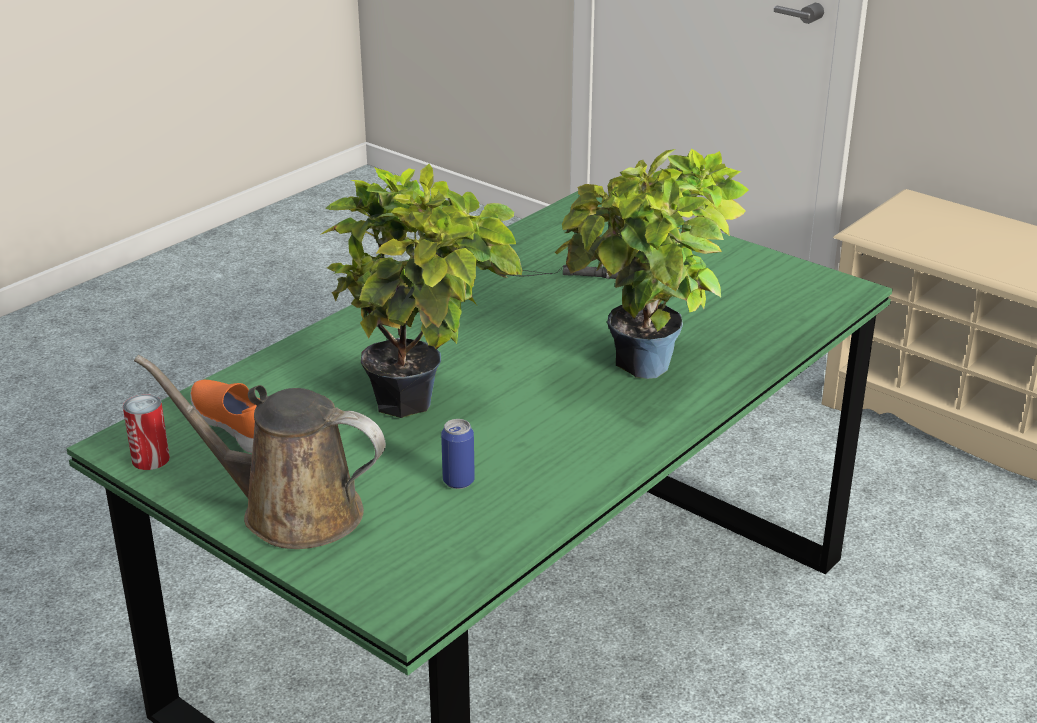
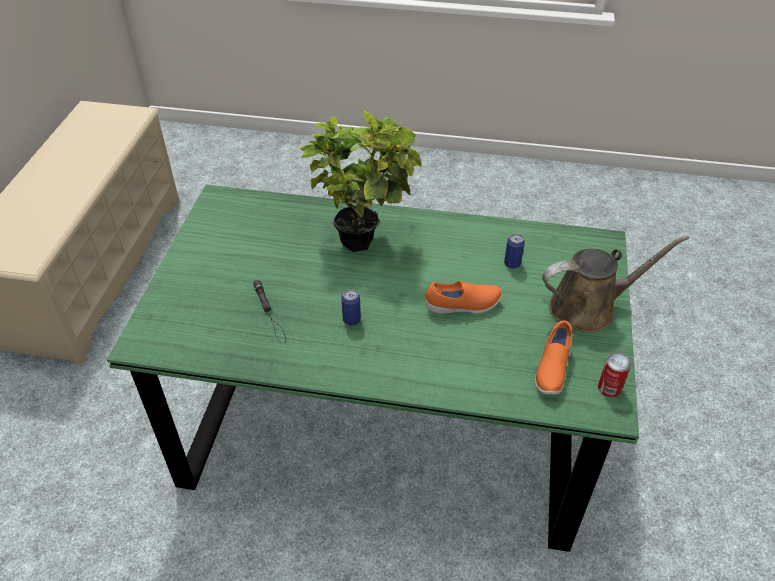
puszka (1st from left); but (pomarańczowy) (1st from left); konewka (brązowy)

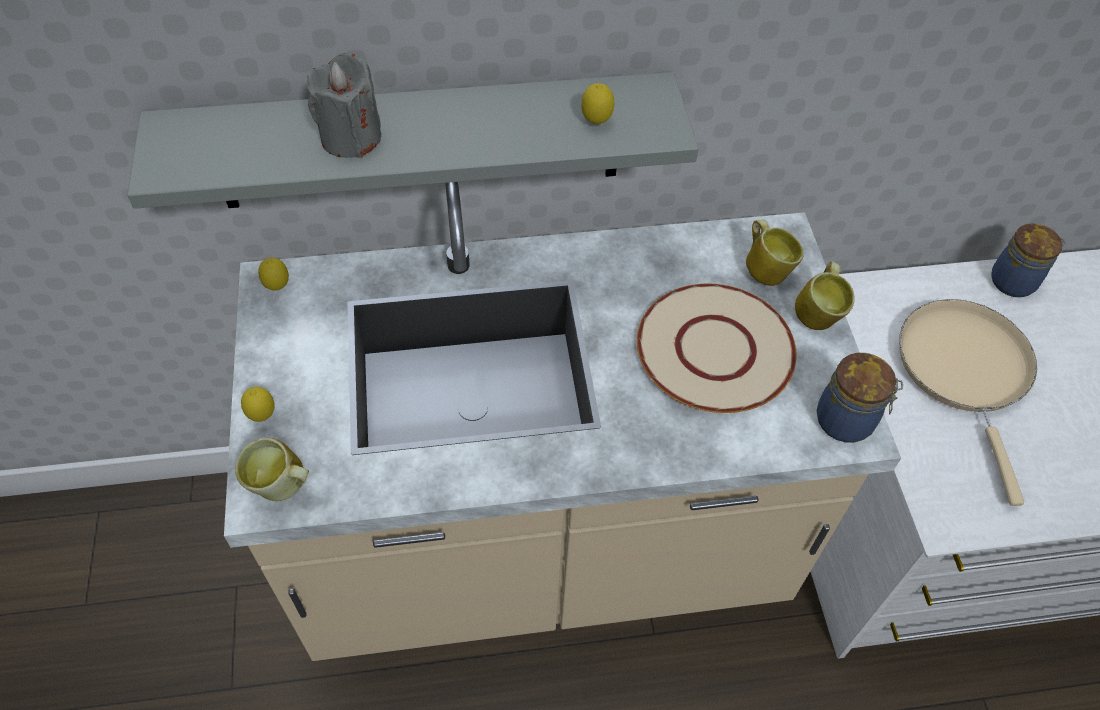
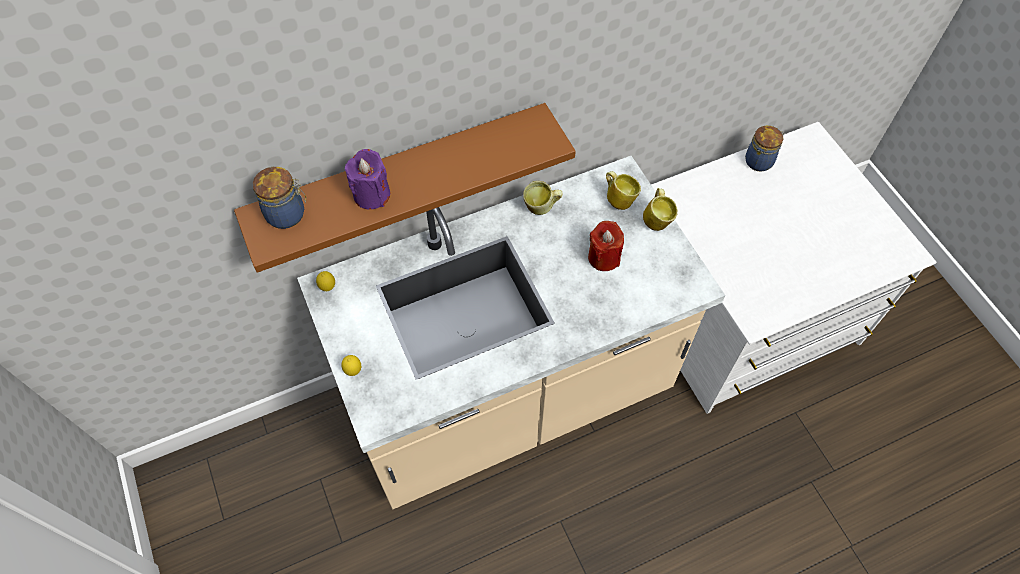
półka (brązowy); słoik (1st from left); świeca (fioletowy); kubek (1st from left); świeca (czerwony); cytryna (3rd from left in the first image); patelnia (beżowy)

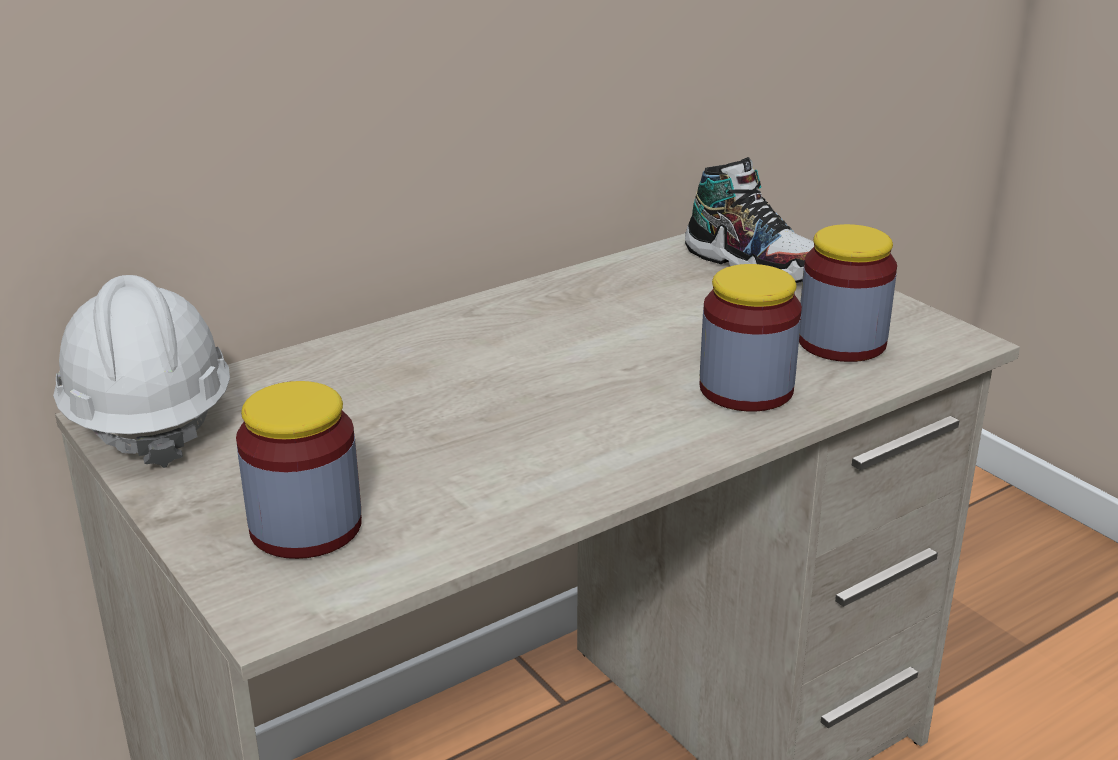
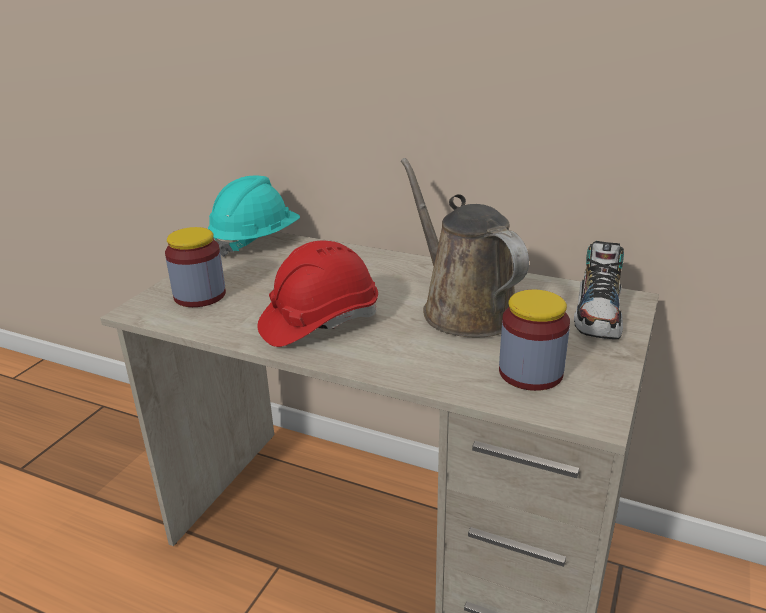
kask (turkusowy); kask (czerwony); konewka (brązowy); słoik (2nd from left in the first image)

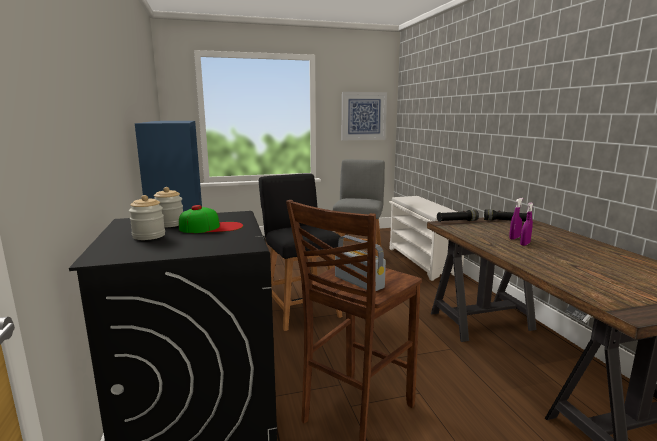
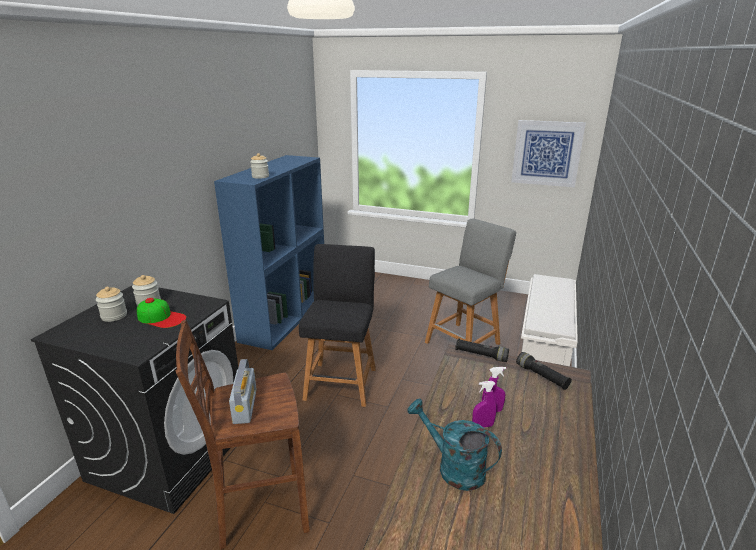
słoik (3rd from left); konewka (turkusowy)

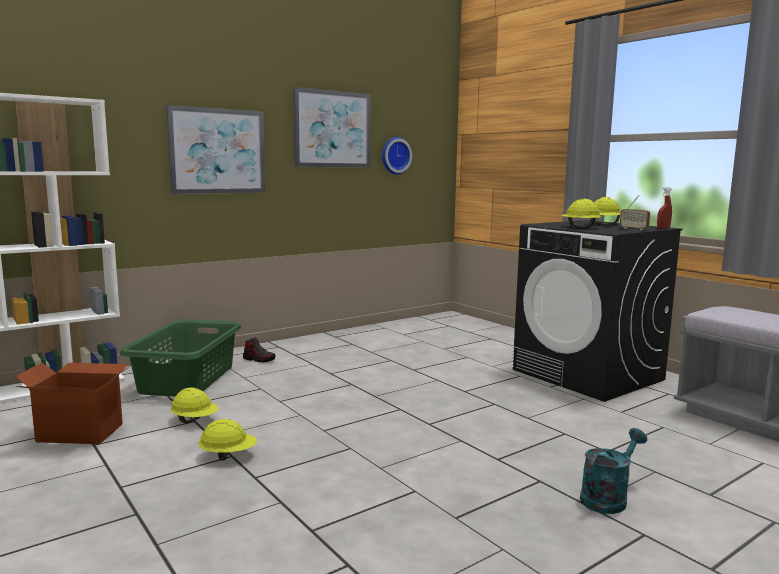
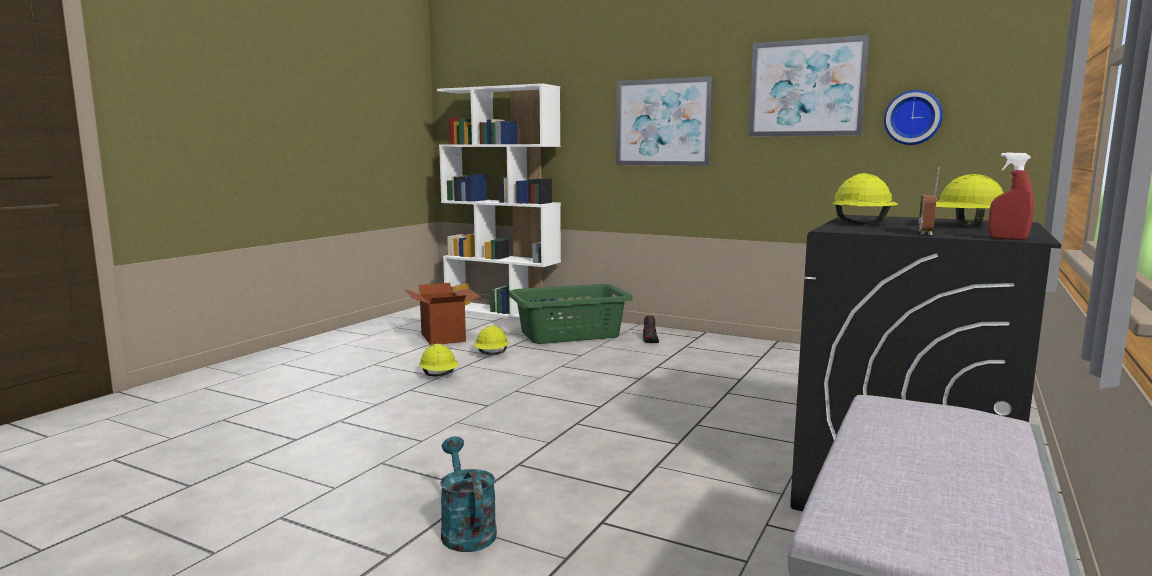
konewka (turkusowy)

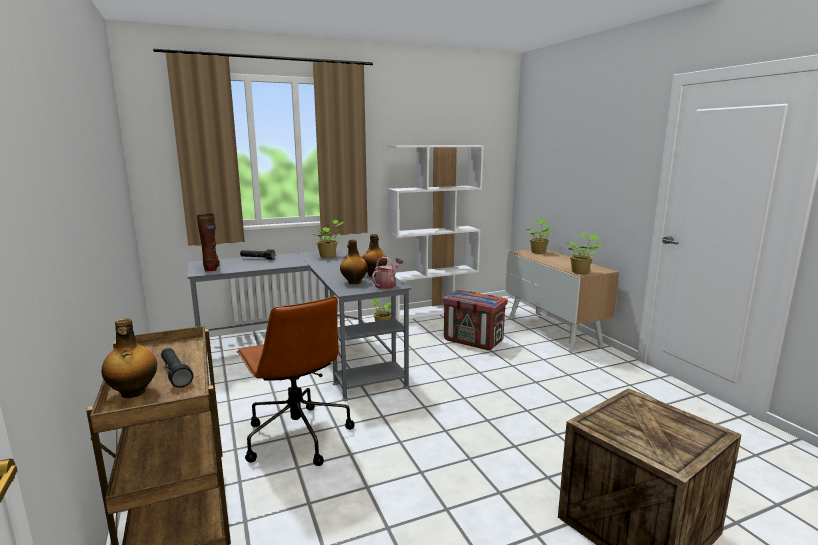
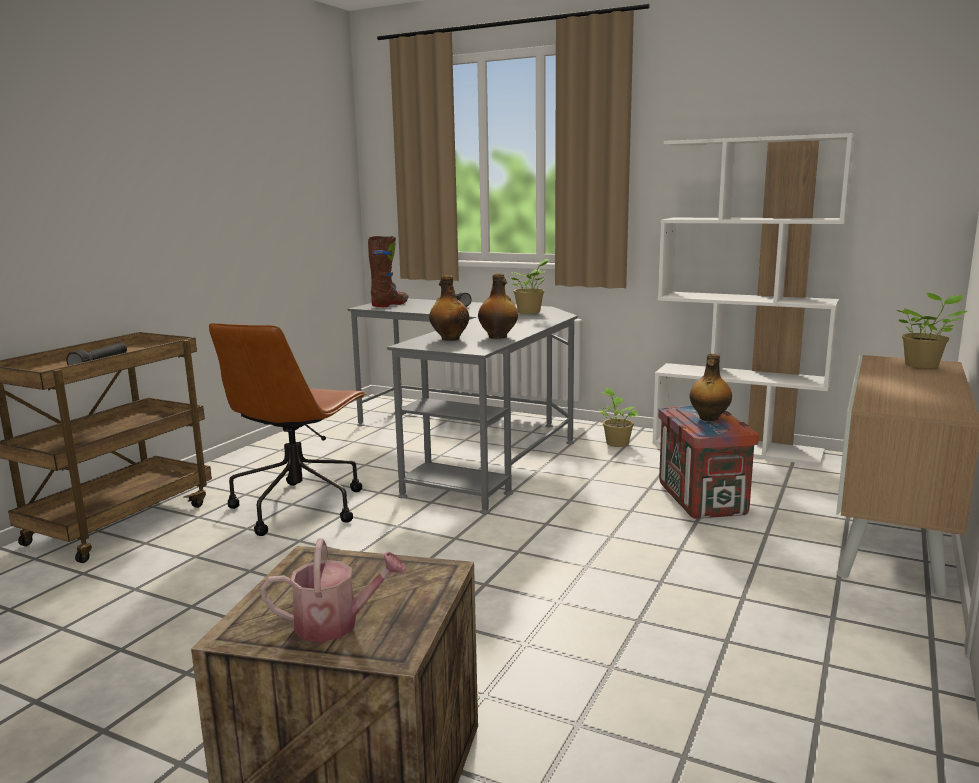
konewka; butelka (3rd from left); roślina doniczkowa (4th from left in the first image)

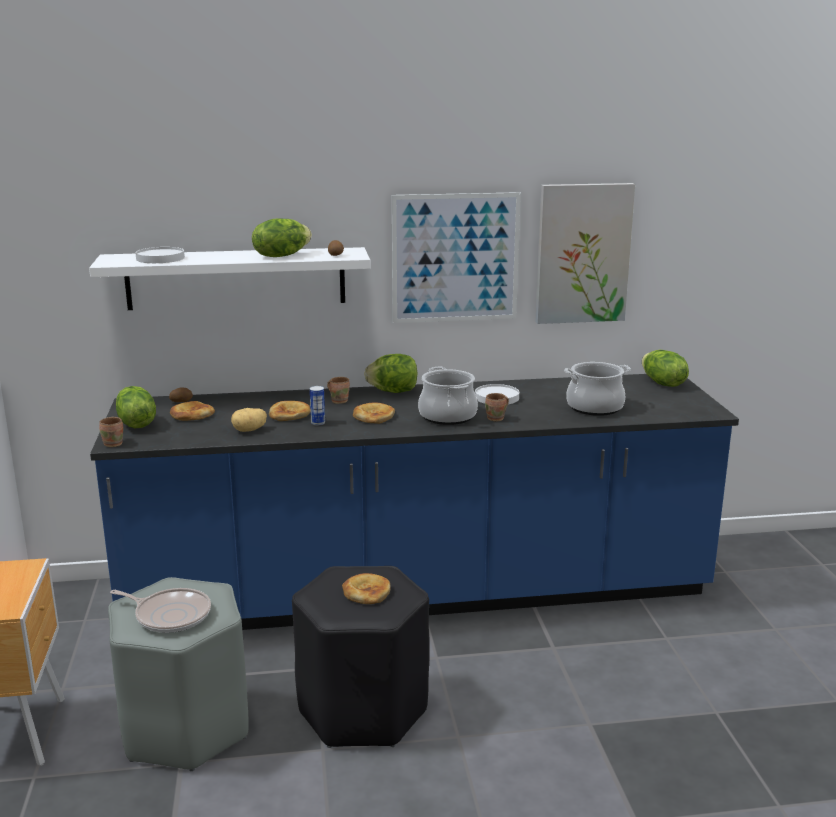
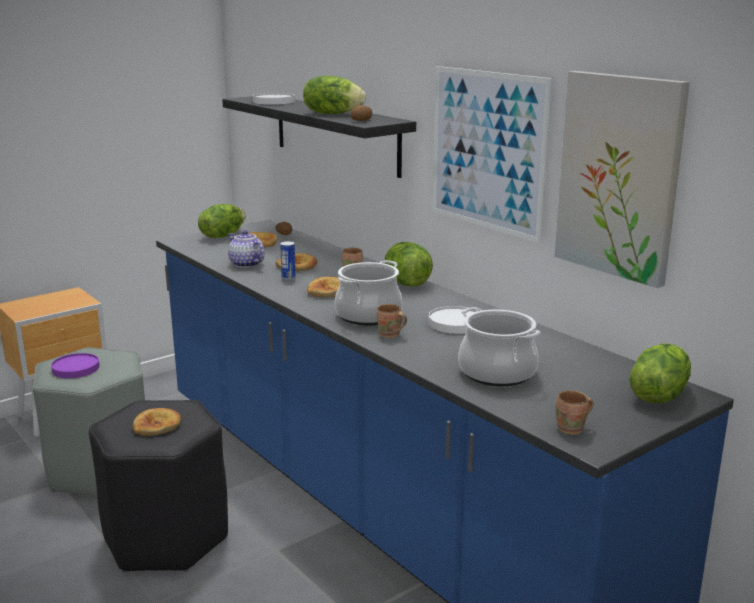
talerz (fioletowy); półka (czarny); imbryk; kubek (brązowy) (3rd from left)

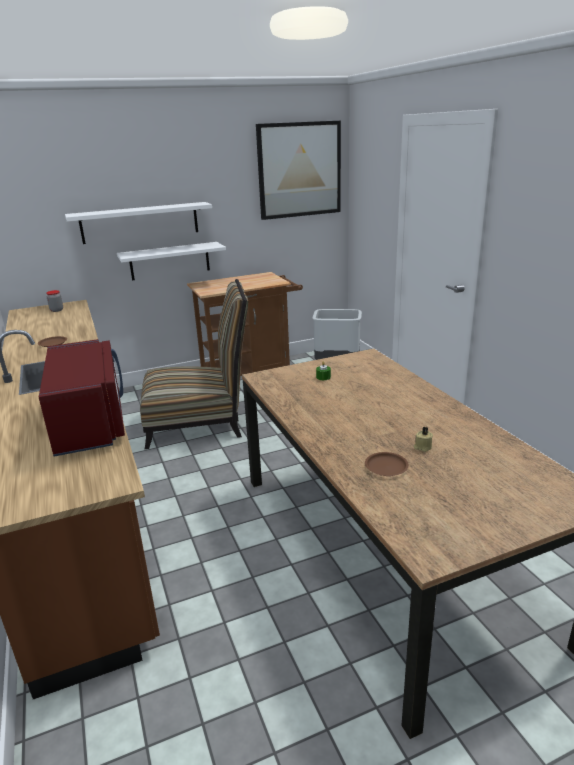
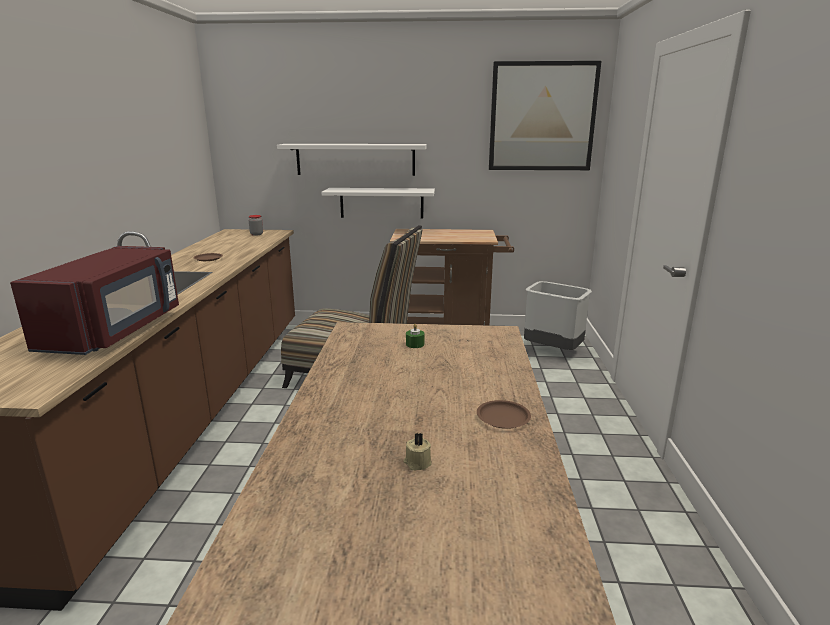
talerz (brązowy) (2nd from left)

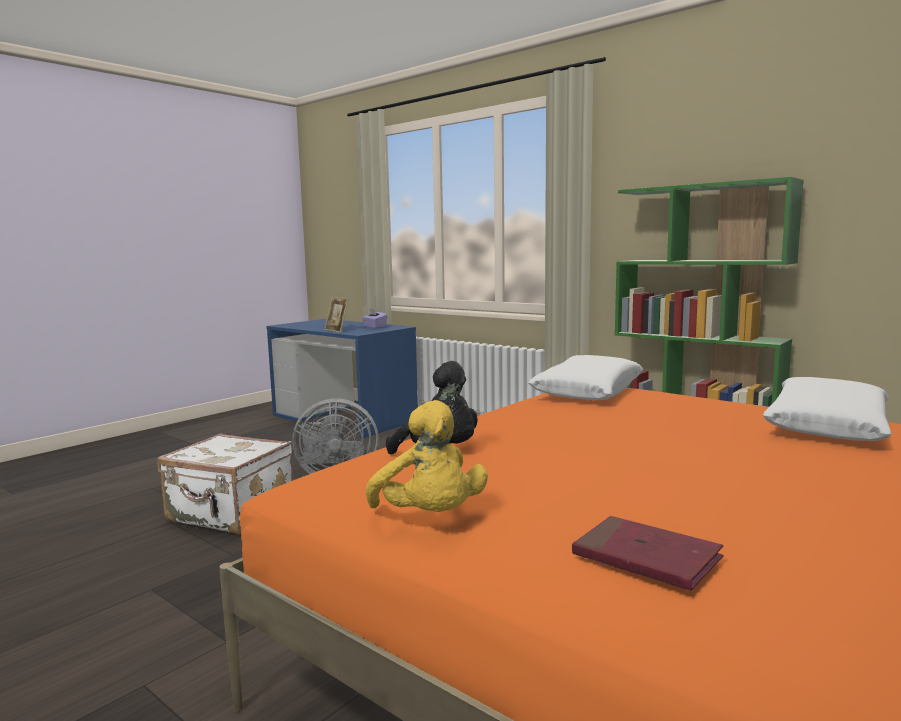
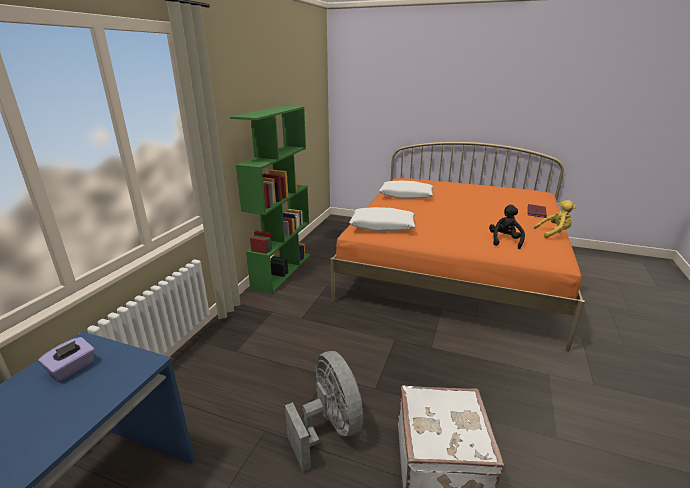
pluszak (żółty); ramka na zdjęcie

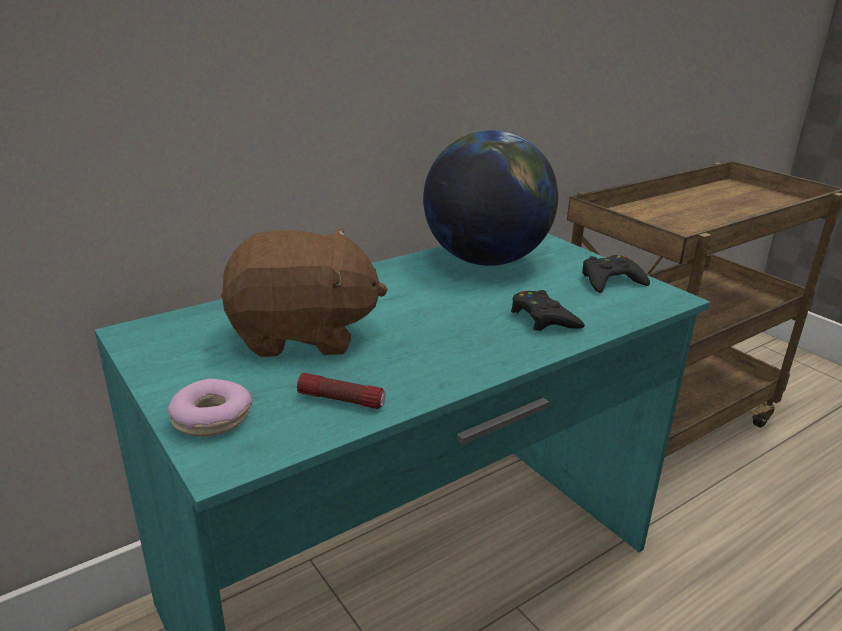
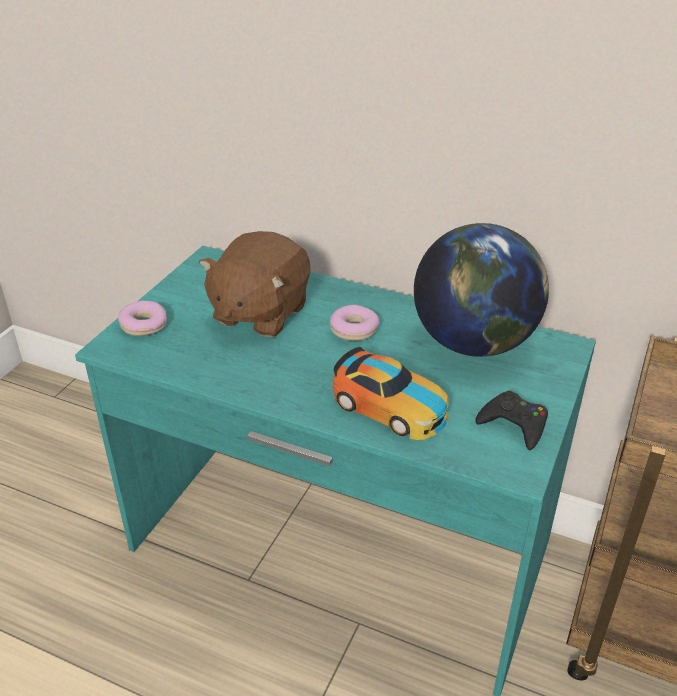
pluszak (brązowy); donut (2nd from left); samochodzik; latarka

